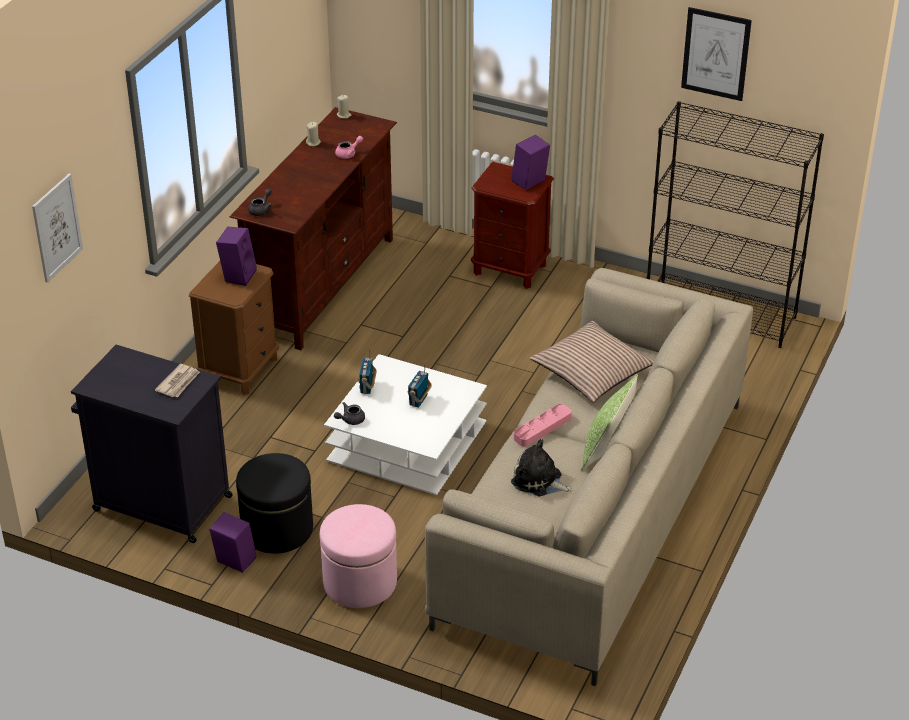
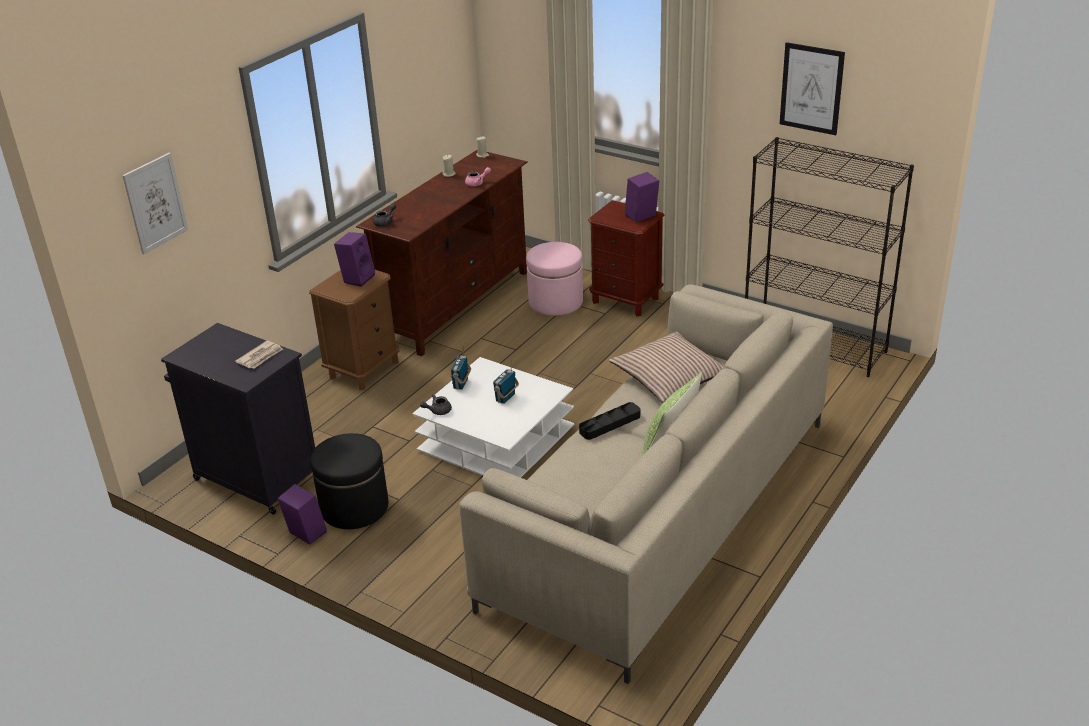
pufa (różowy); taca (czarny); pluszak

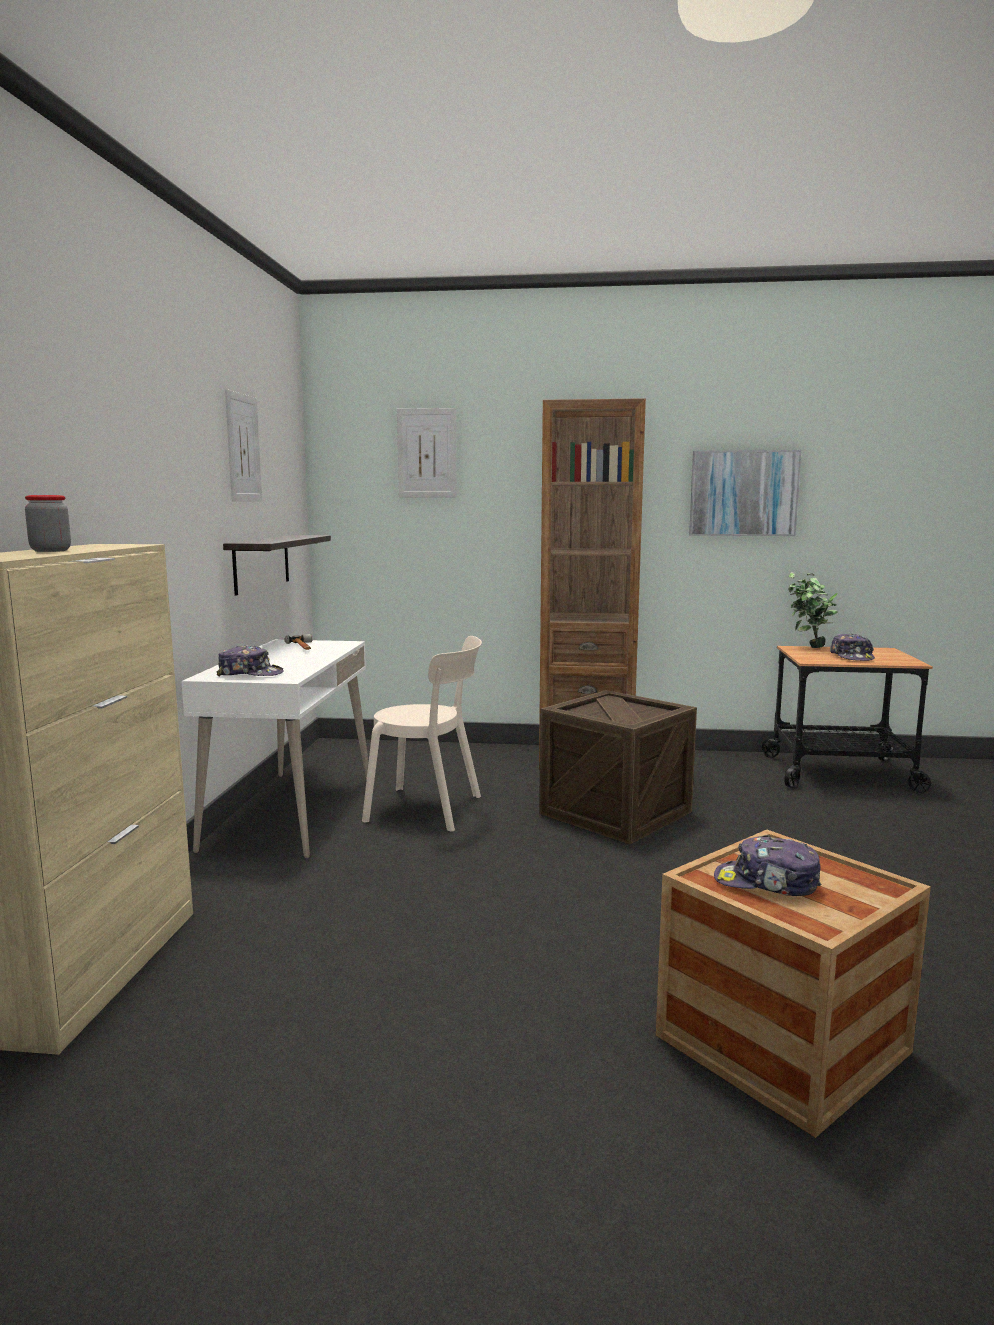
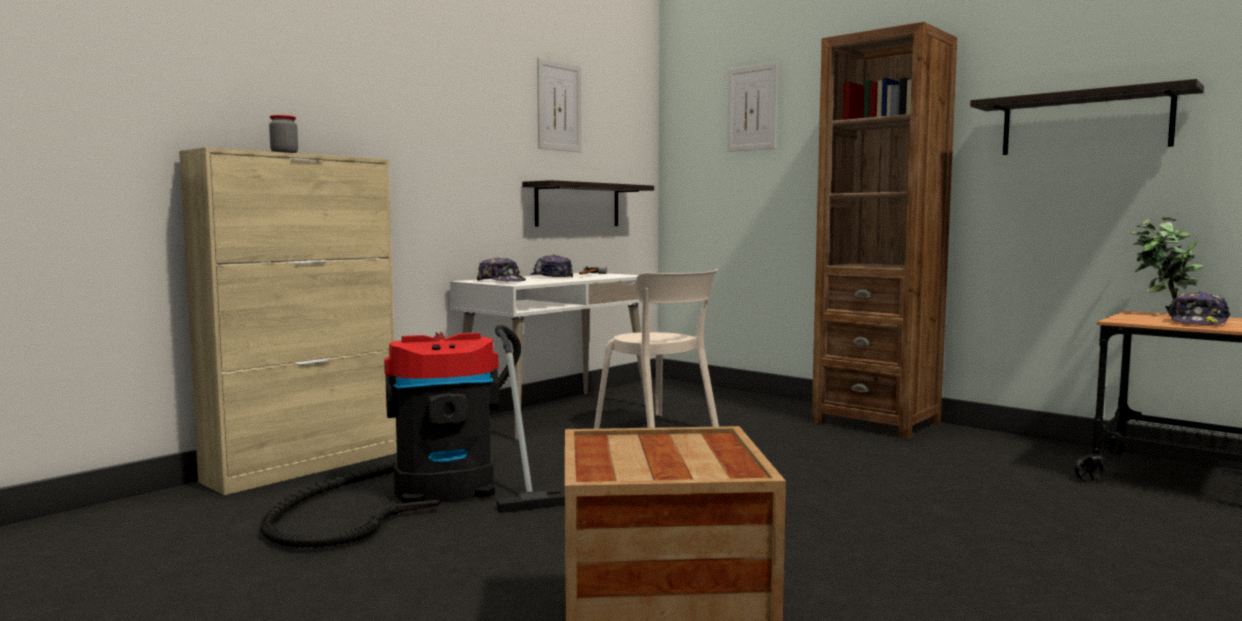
odkurzacz; czapka z daszkiem (2nd from left); półka (2nd from left); skrzynka (1st from left in the first image)

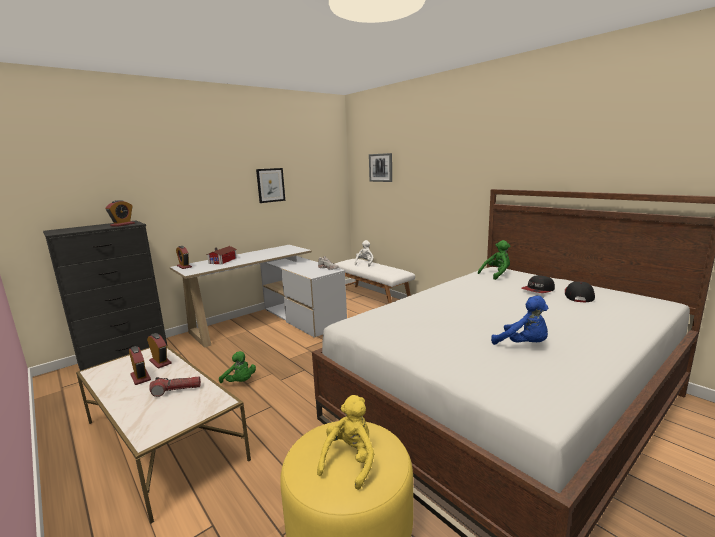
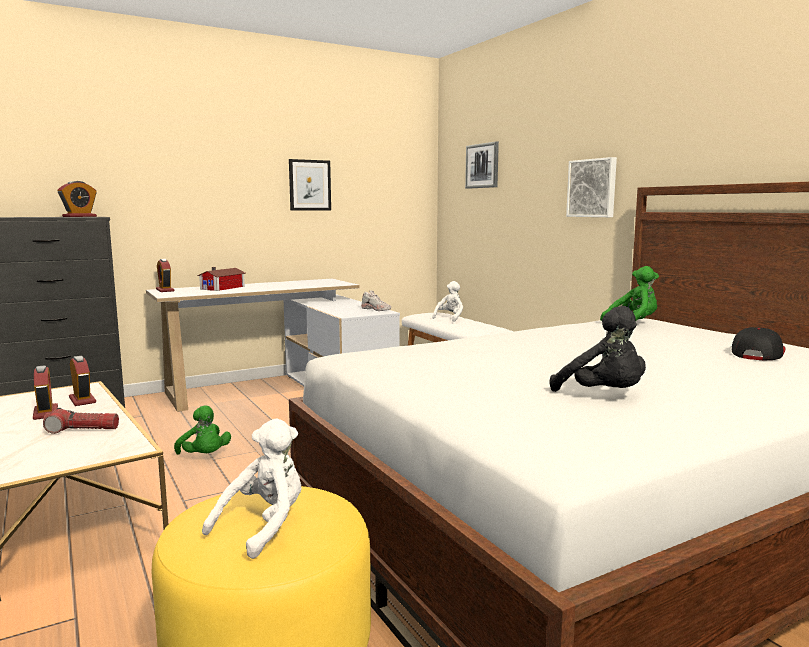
pluszak (biały) (1st from left); pluszak (czarny); obraz (3rd from left); czapka z daszkiem (1st from left in the first image)

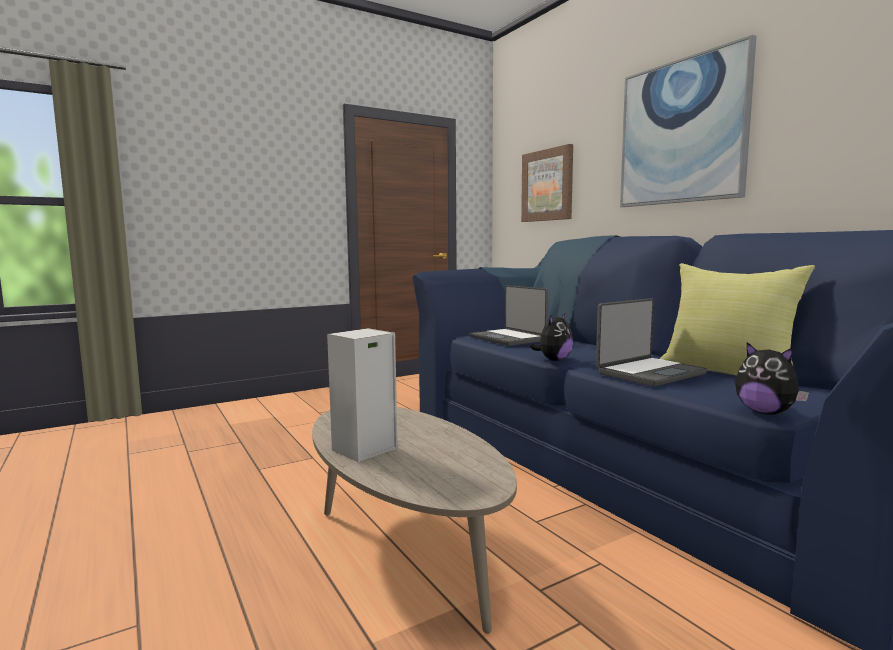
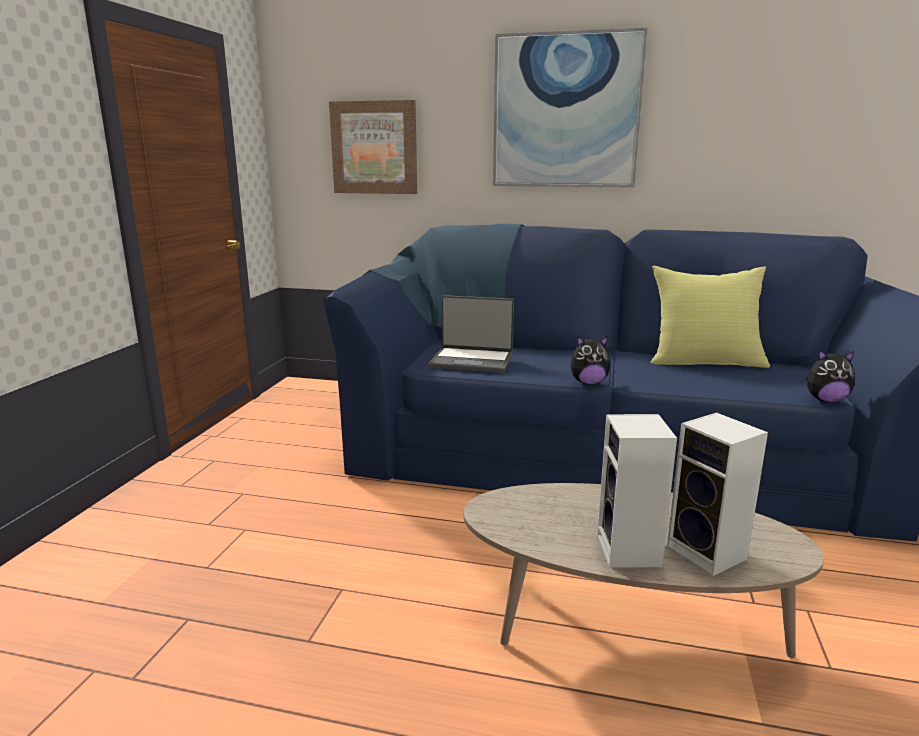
pluszak (1st from left); głośnik (2nd from left); laptop (2nd from left in the first image)

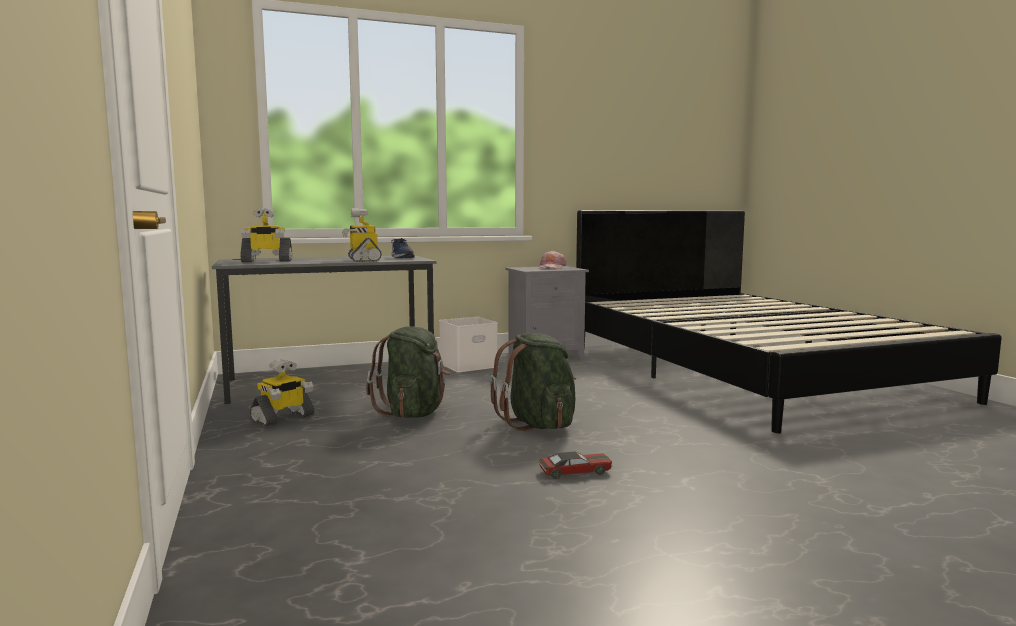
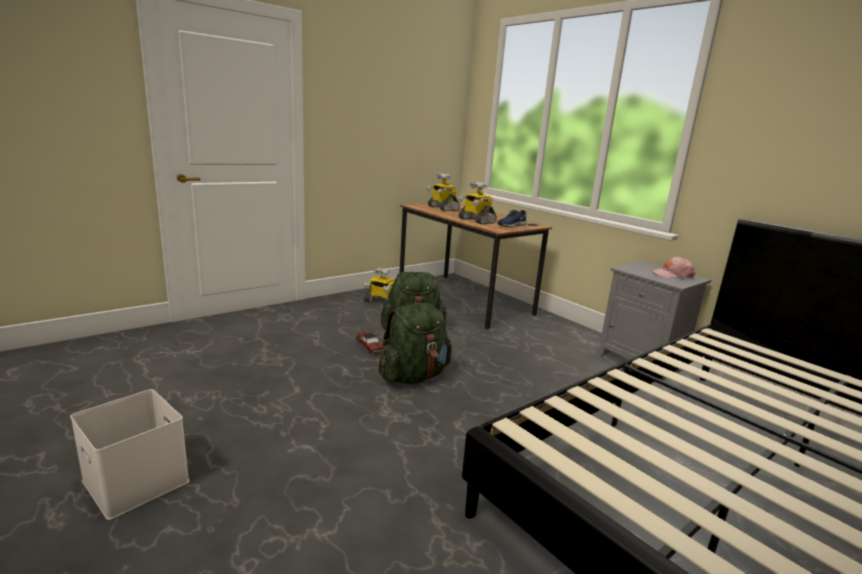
pojemnik do przechowywania (biały); samochodzik; biurko (brązowy); robot zabawkowy (3rd from left)

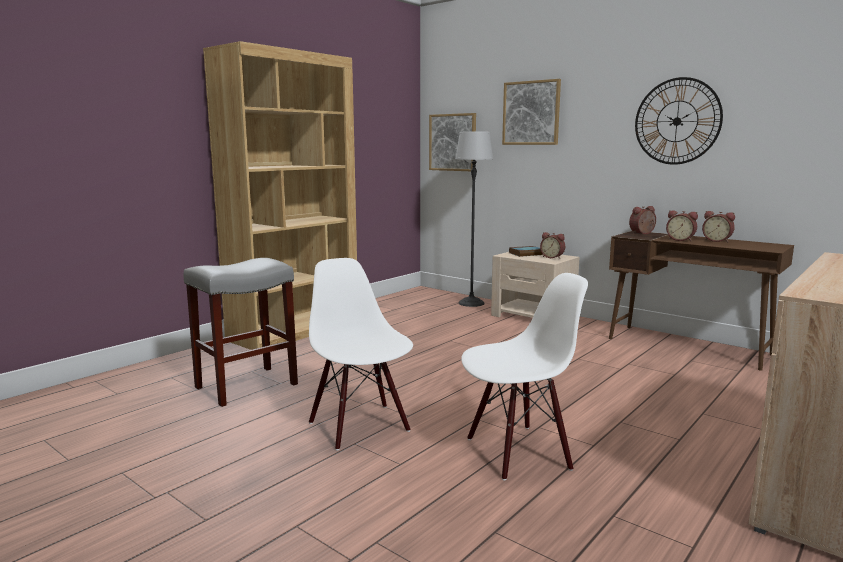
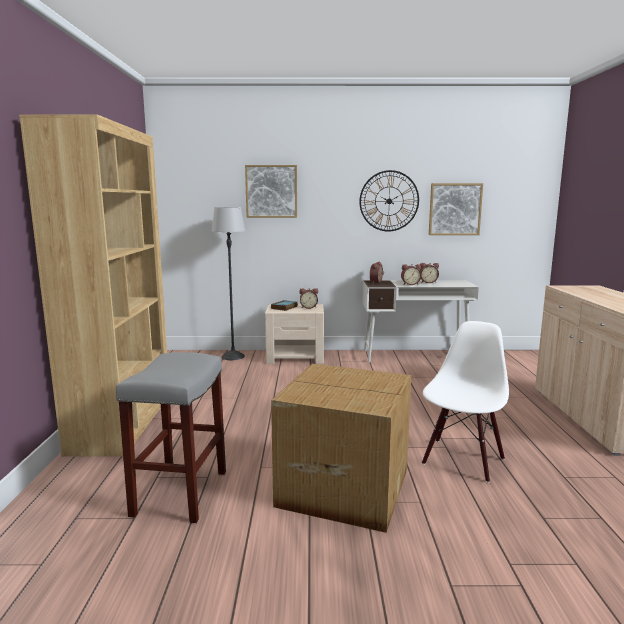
karton; biurko (biały); obraz (2nd from left)

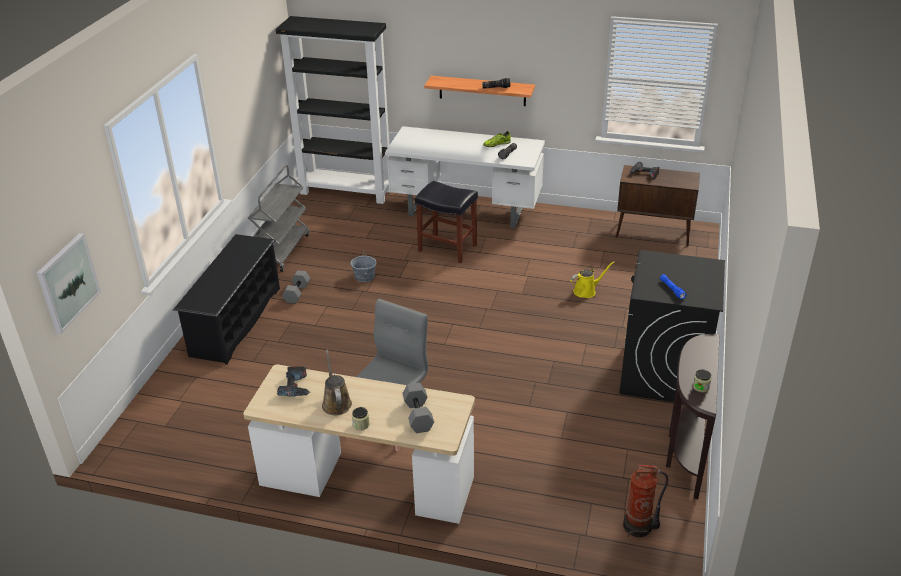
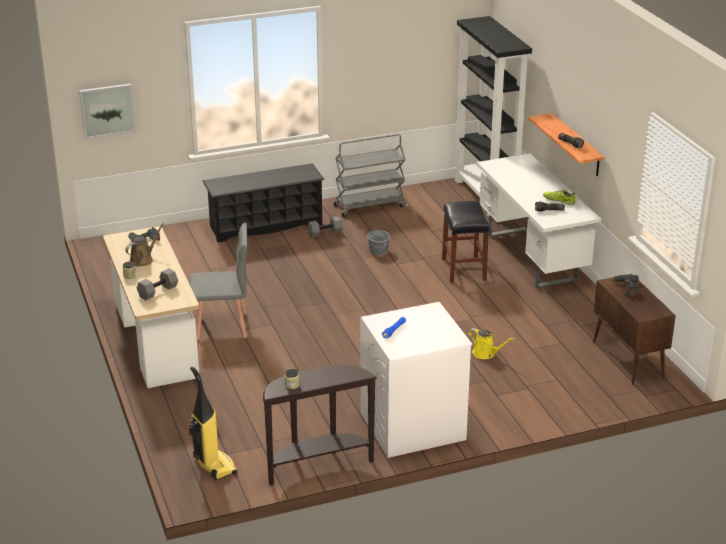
odkurzacz; pralka (biały)

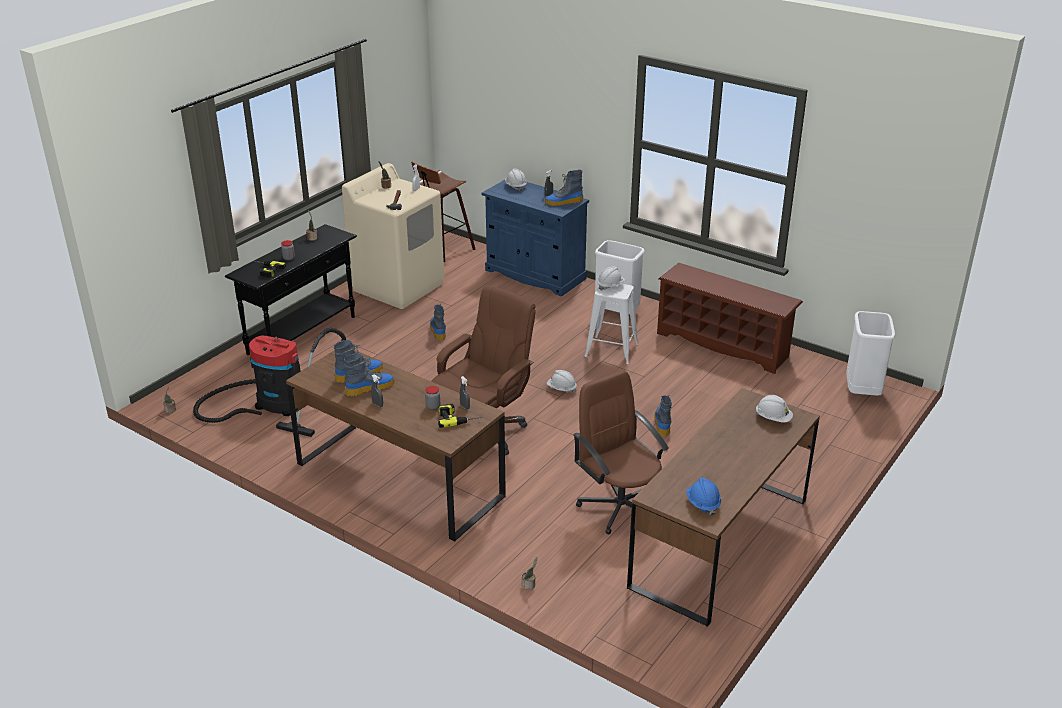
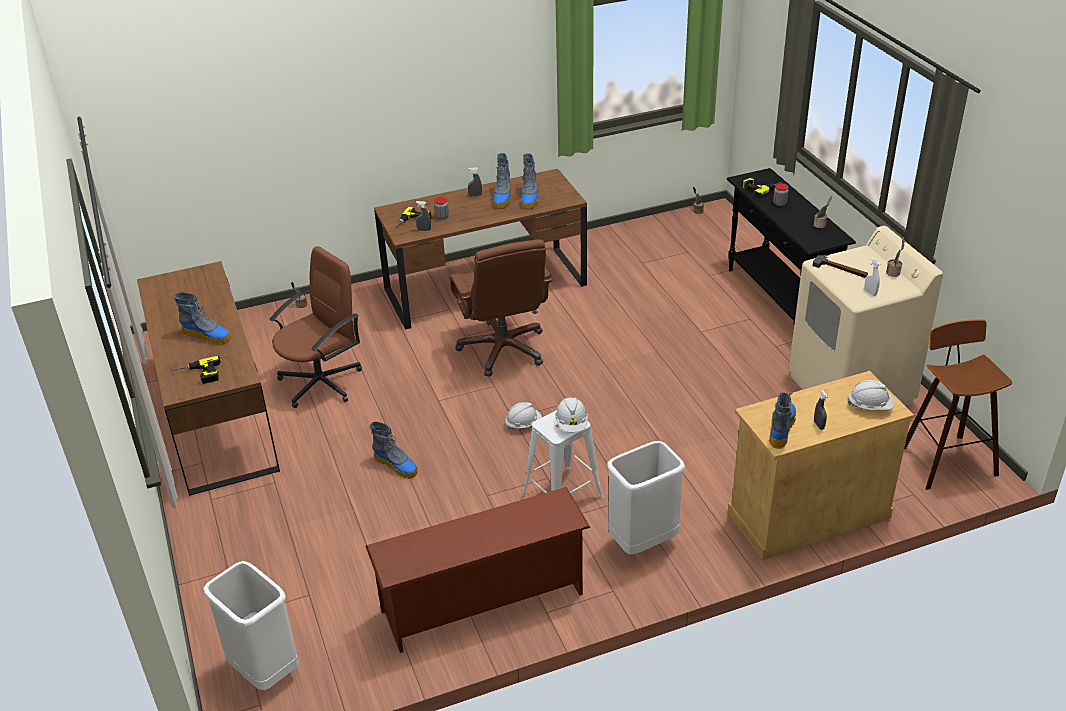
wiertarka (1st from left); but z cholewką (1st from left); krzesło biurowe (brązowy) (1st from left); szafka (beżowy); odkurzacz; kask (niebieski)

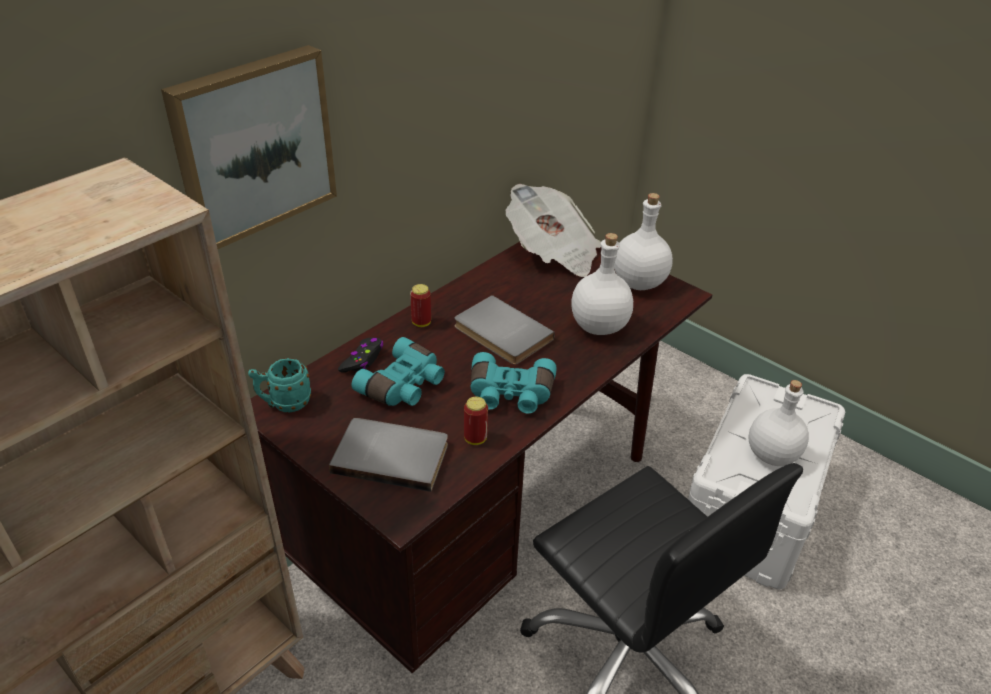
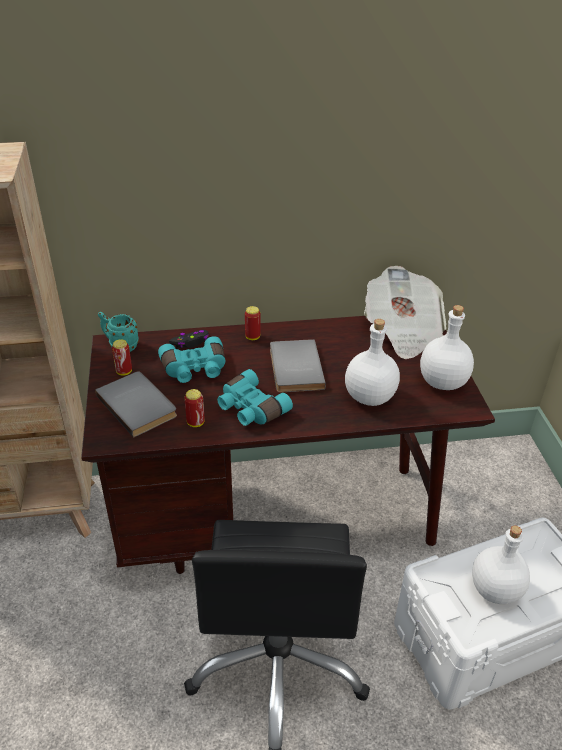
puszka (1st from left); obraz

